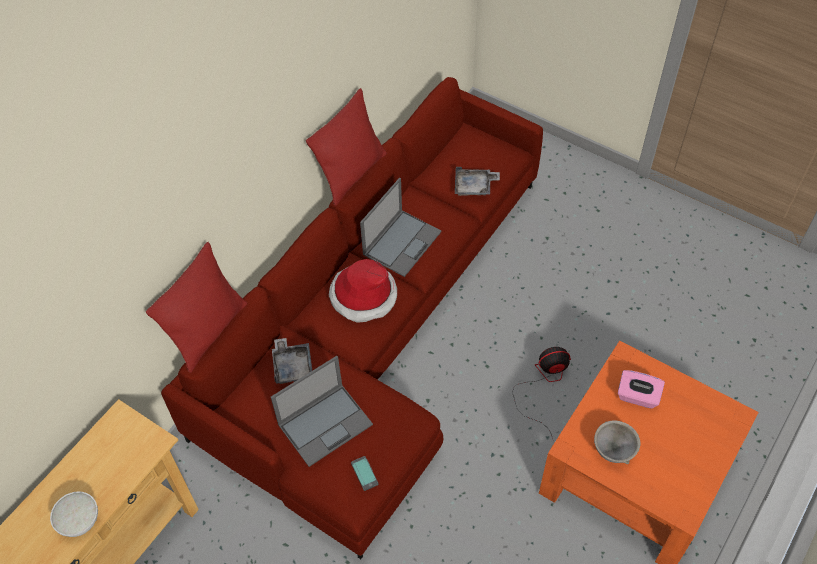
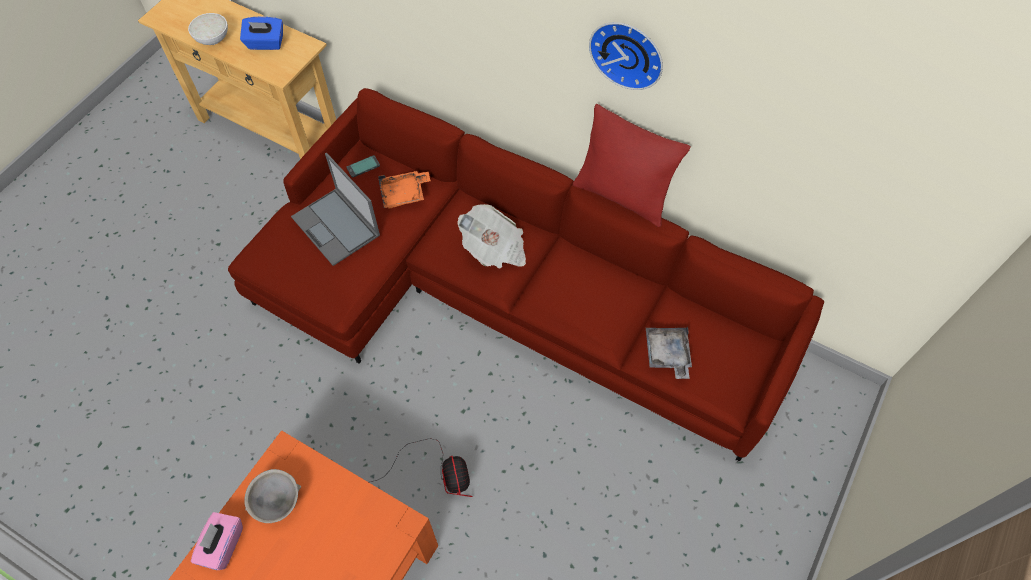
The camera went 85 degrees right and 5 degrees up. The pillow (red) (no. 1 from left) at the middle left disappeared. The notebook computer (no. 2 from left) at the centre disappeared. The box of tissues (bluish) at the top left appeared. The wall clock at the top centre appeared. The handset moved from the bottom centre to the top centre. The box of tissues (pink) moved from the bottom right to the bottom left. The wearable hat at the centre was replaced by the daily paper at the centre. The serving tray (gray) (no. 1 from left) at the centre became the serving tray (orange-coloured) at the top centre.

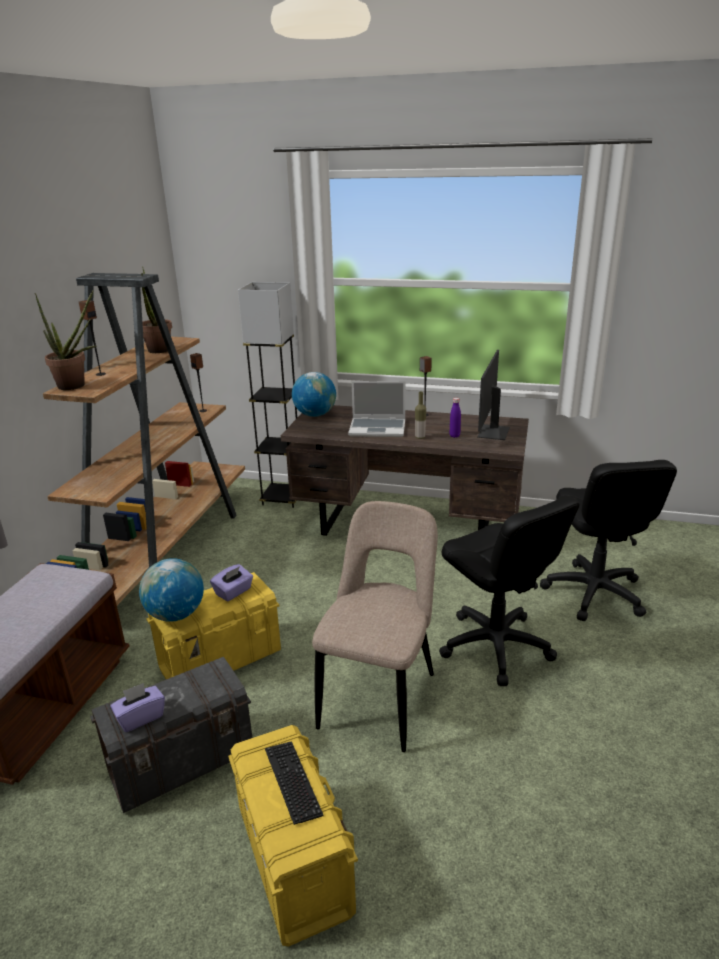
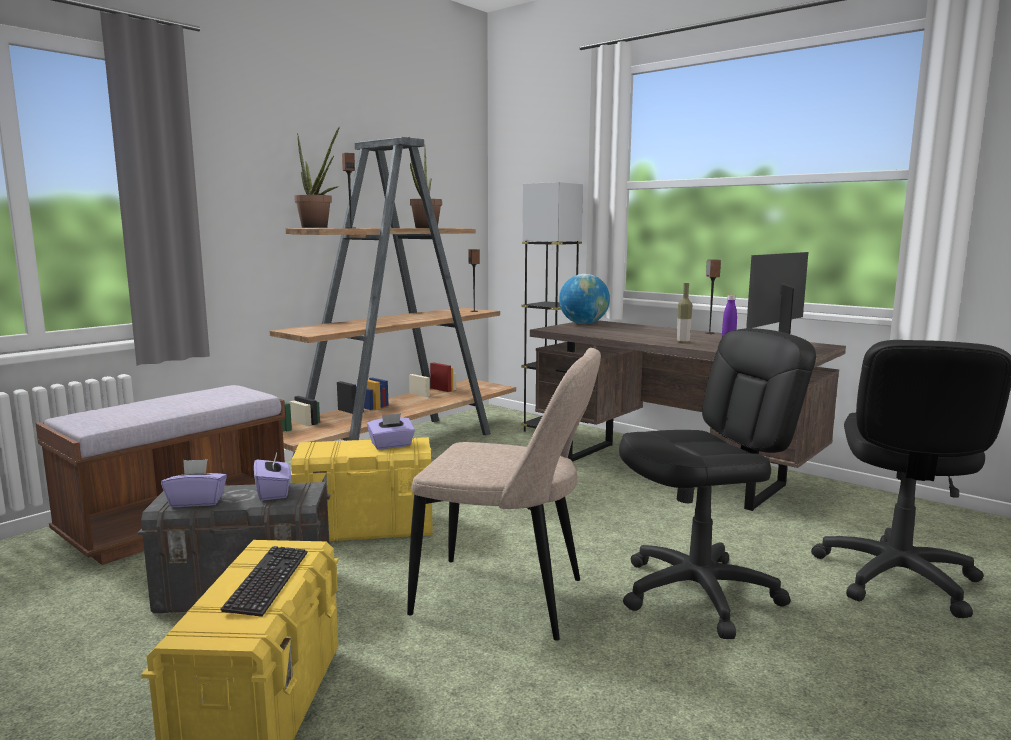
The camera went 25 degrees right and 15 degrees down. The desk globe (no. 1 from left) at the middle left disappeared. The notebook computer at the centre disappeared. The box of tissues (purple) (no. 2 from left) at the middle left appeared. The upright chair (beige-coloured) at the centre turned 60 degrees clockwise. The computer chair (blackish) (no. 1 from left) at the middle right turned 105 degrees counterclockwise.

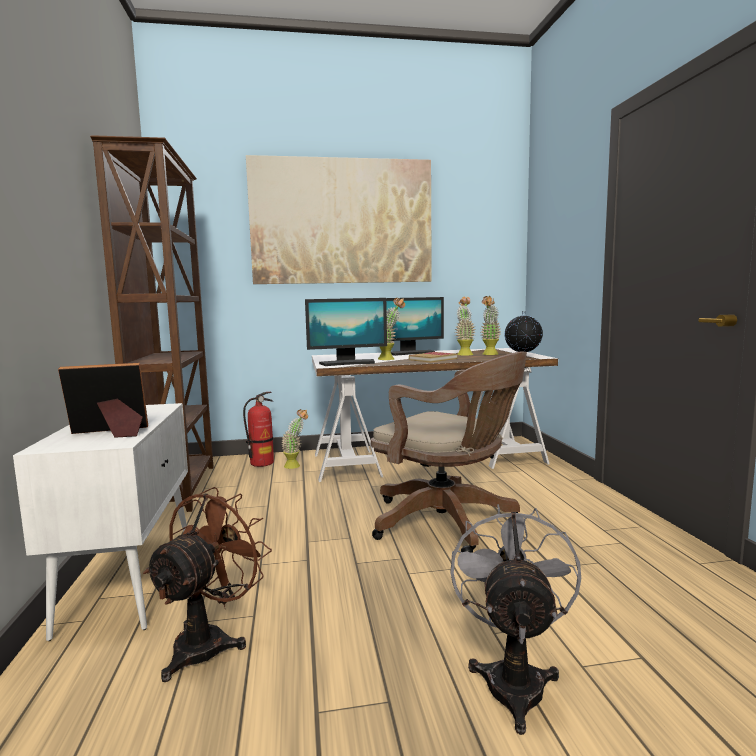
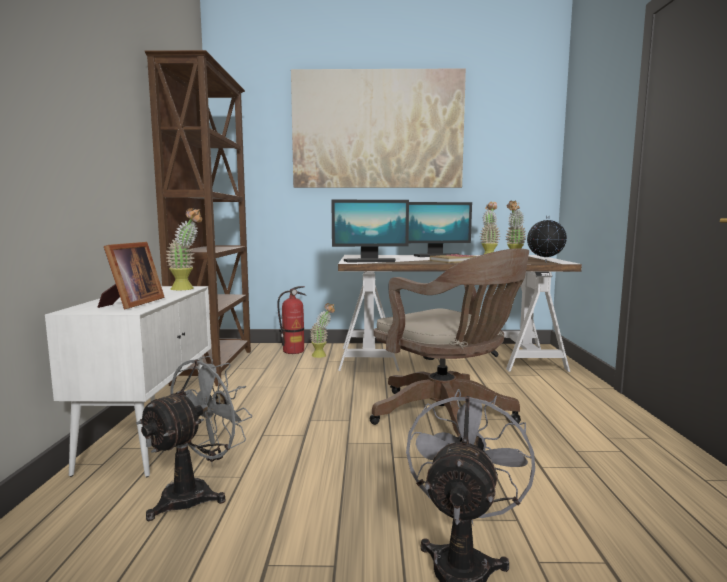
The camera went 10 degrees right and 0 degrees up. The potted plant (no. 2 from left in the first image) moved from the centre to the middle left. The fan (brown) at the bottom left became the fan (gray) (no. 1 from left) at the bottom left. The picture frame at the middle left turned 105 degrees clockwise.

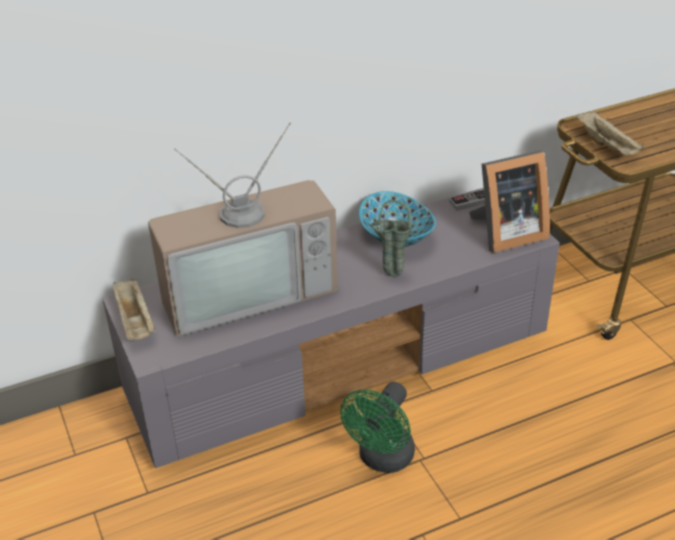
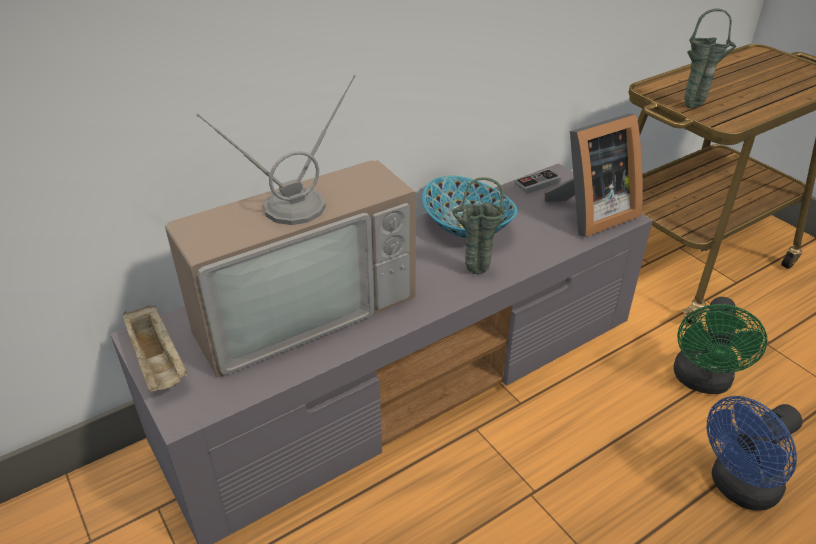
The camera went 10 degrees left and 0 degrees up. The fan (bluish) at the bottom right appeared. The fan (green-coloured) moved from the bottom centre to the middle right. The serving tray (beige-coloured) (no. 2 from left) at the top right was replaced by the vase (green-coloured) (no. 2 from left) at the top right.

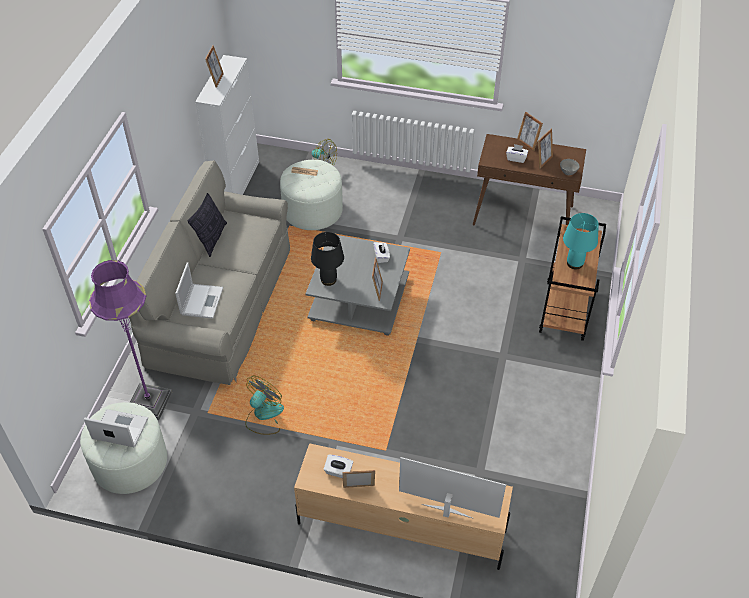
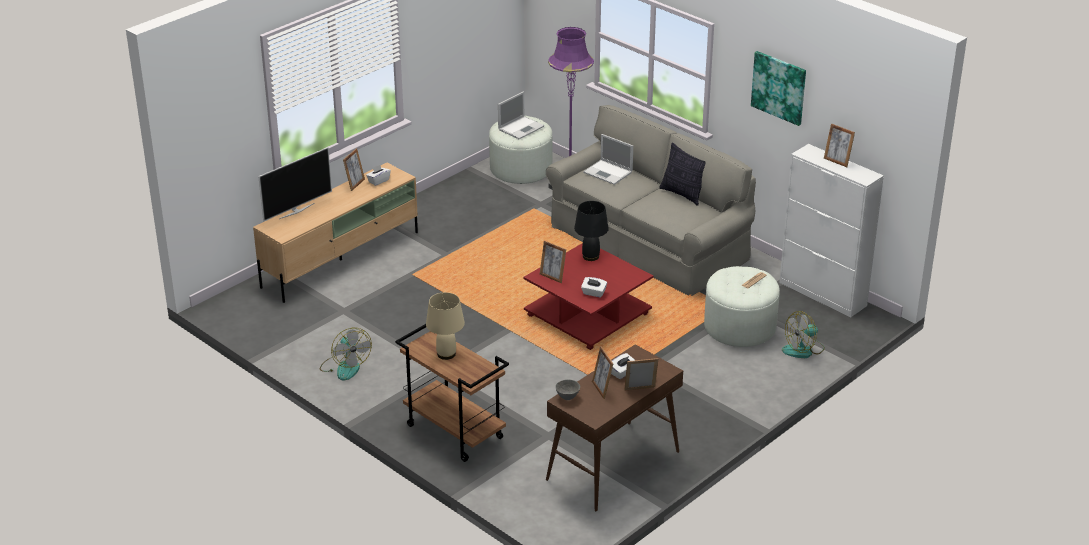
The camera went 120 degrees right and 15 degrees down. The wall picture at the top right appeared. The fan (no. 1 from left) moved from the bottom centre to the middle left. The coffee table (gray) at the centre became the coffee table (red) at the centre. The table lamp (blue-green) at the middle right became the table lamp (beige-coloured) at the centre.

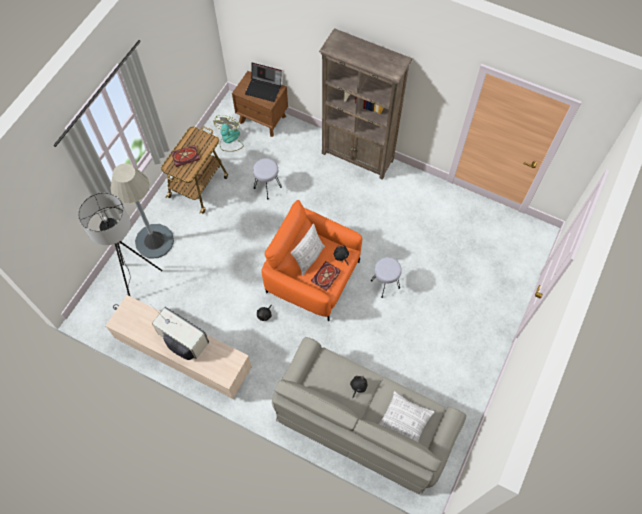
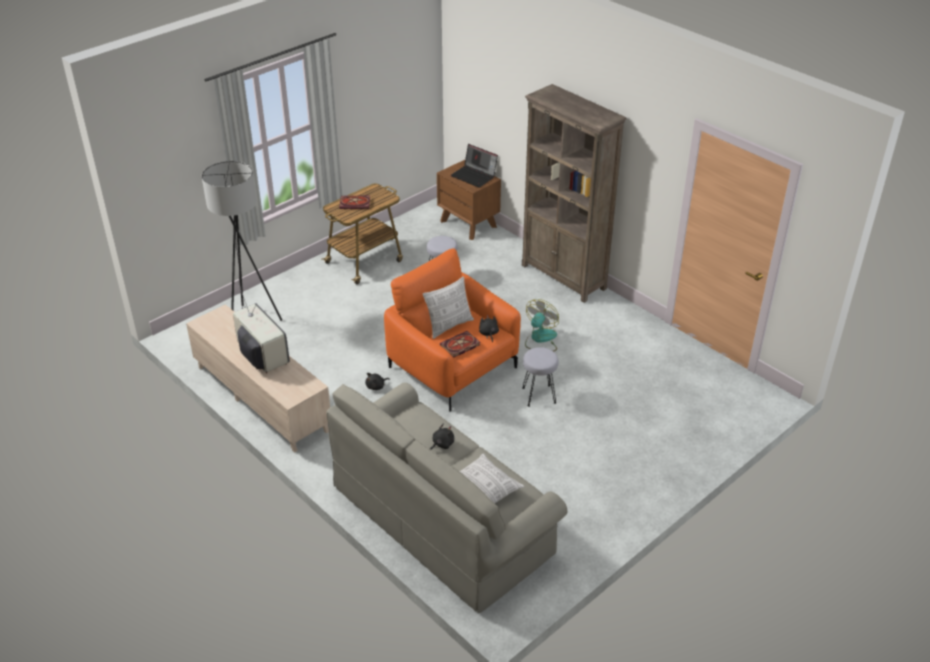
The camera went 20 degrees right and 25 degrees down. The standard lamp (gray) (no. 2 from left) at the middle left disappeared. The fan moved from the top centre to the centre.

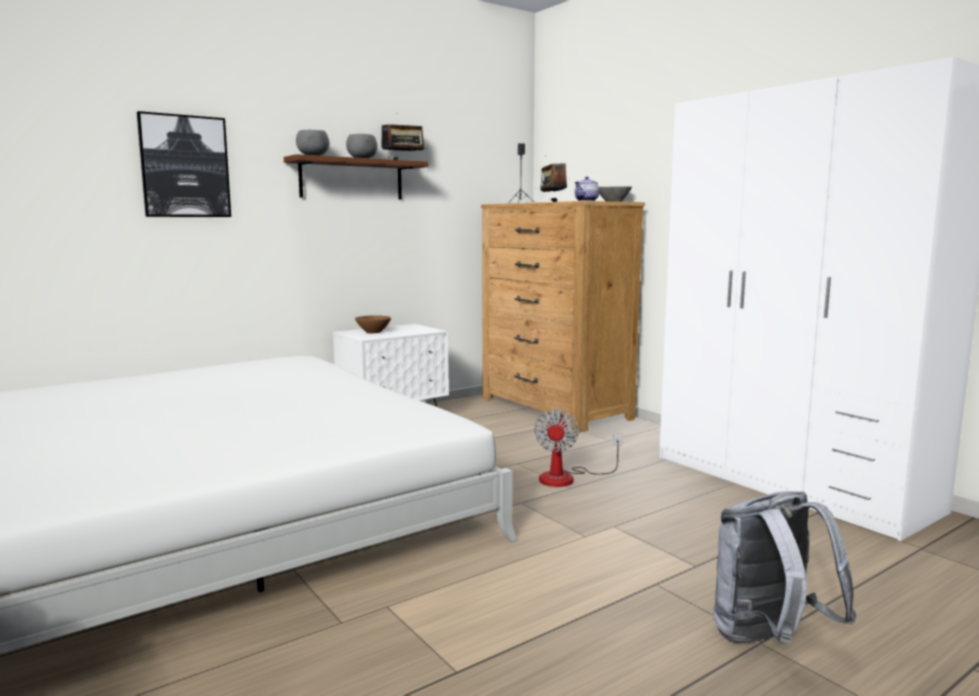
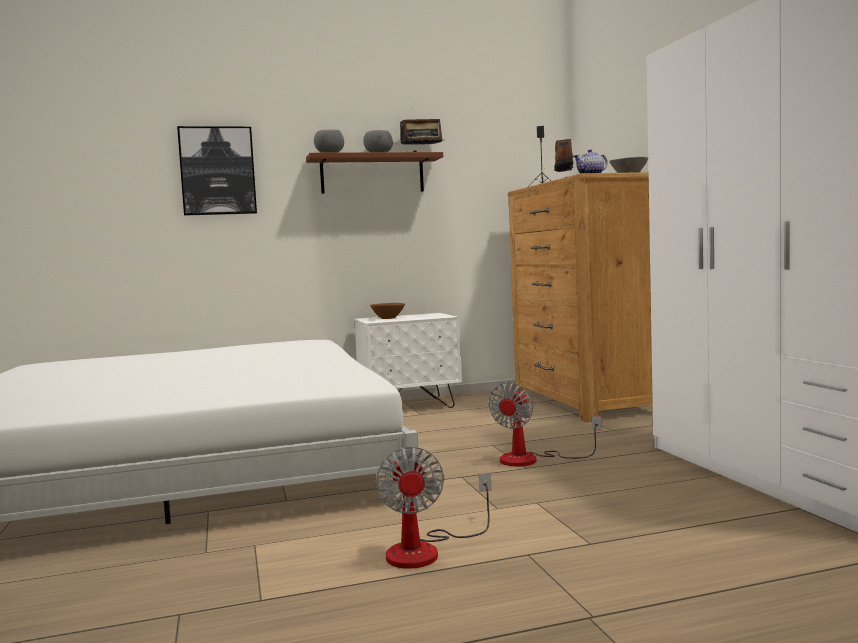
The camera went 20 degrees right and 5 degrees down. The rucksack (gray) at the bottom right disappeared. The fan (no. 1 from left) at the bottom centre appeared.

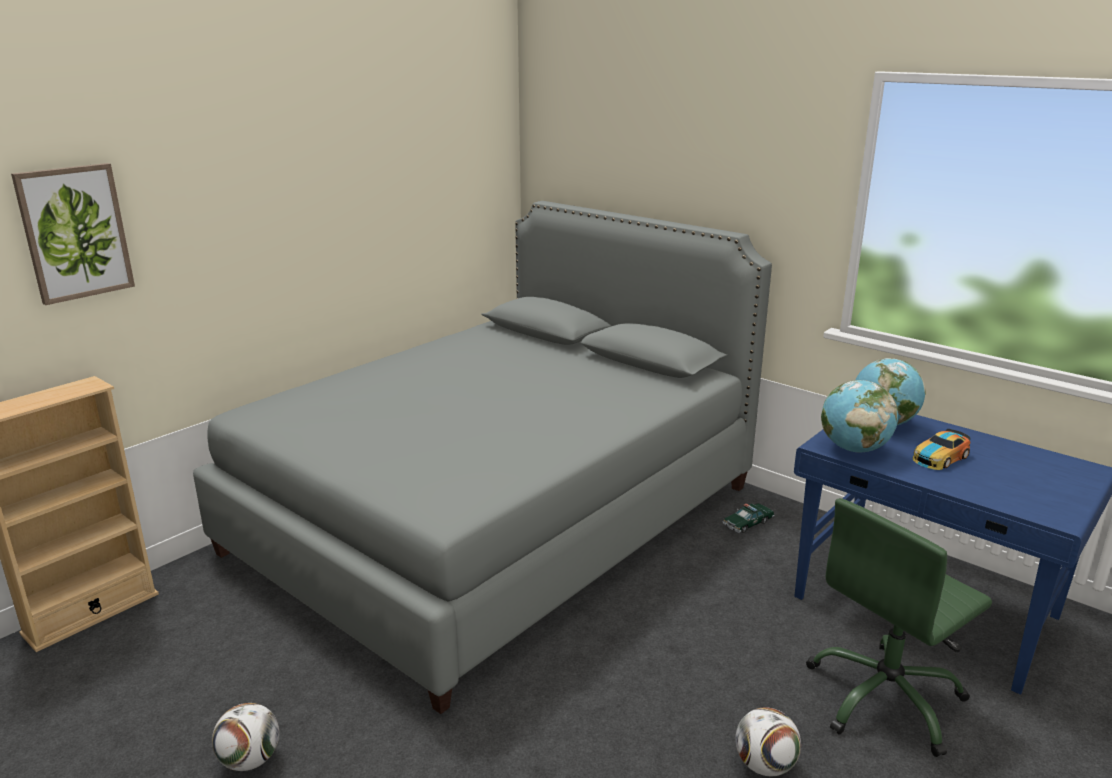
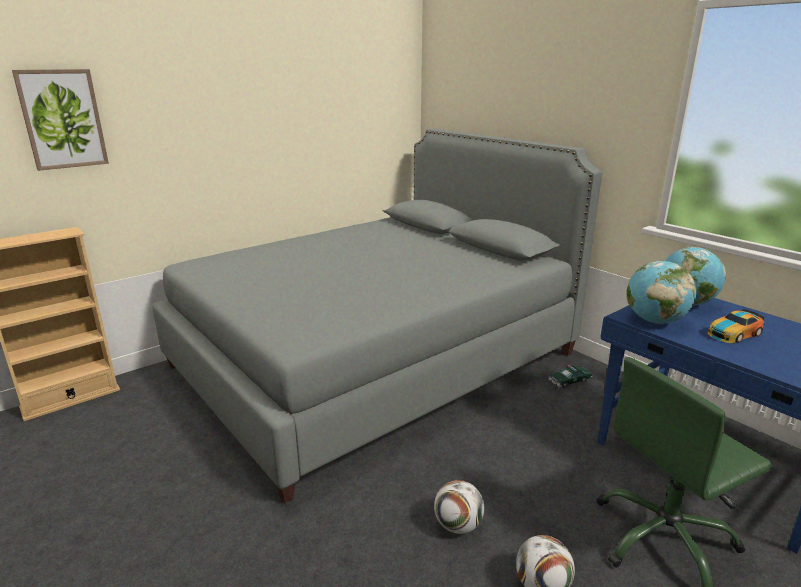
The camera went 10 degrees right and 0 degrees up. The ball for football (no. 1 from left) moved from the bottom left to the bottom centre.

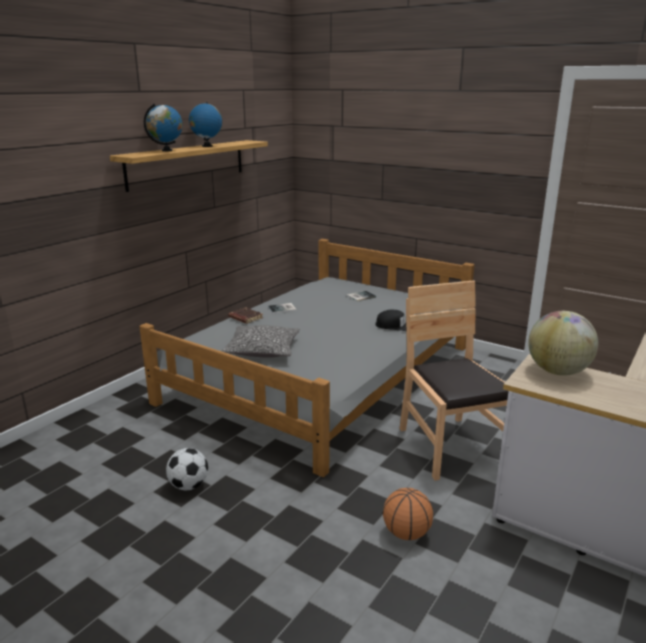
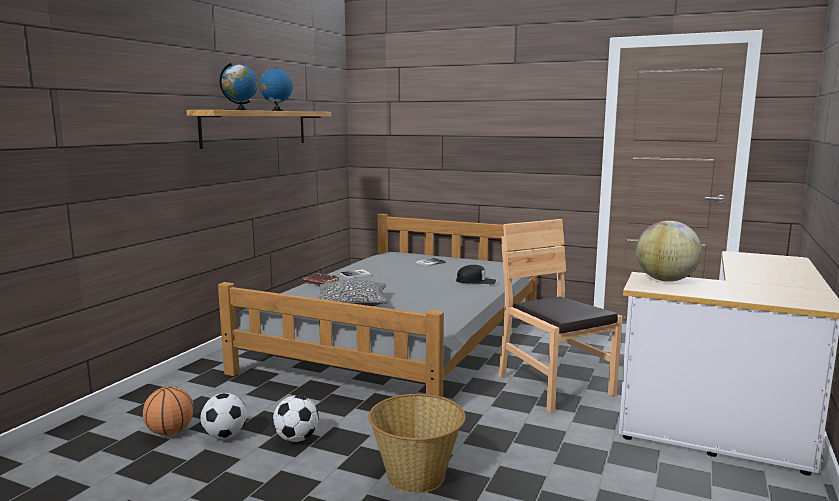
The camera went 10 degrees left and 10 degrees down. The ball for football (no. 1 from left) at the bottom left appeared. The household basket at the bottom centre appeared. The basketball ball moved from the bottom centre to the bottom left.

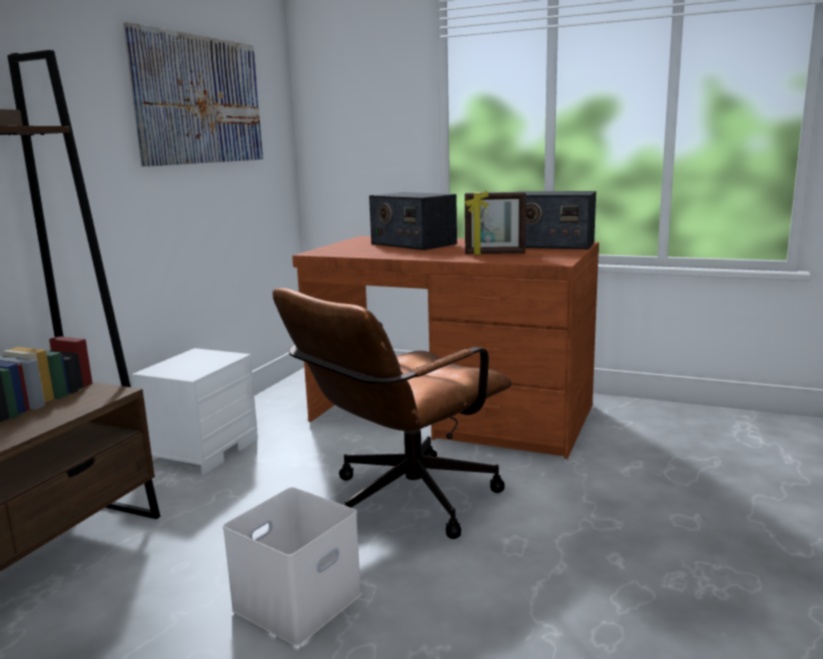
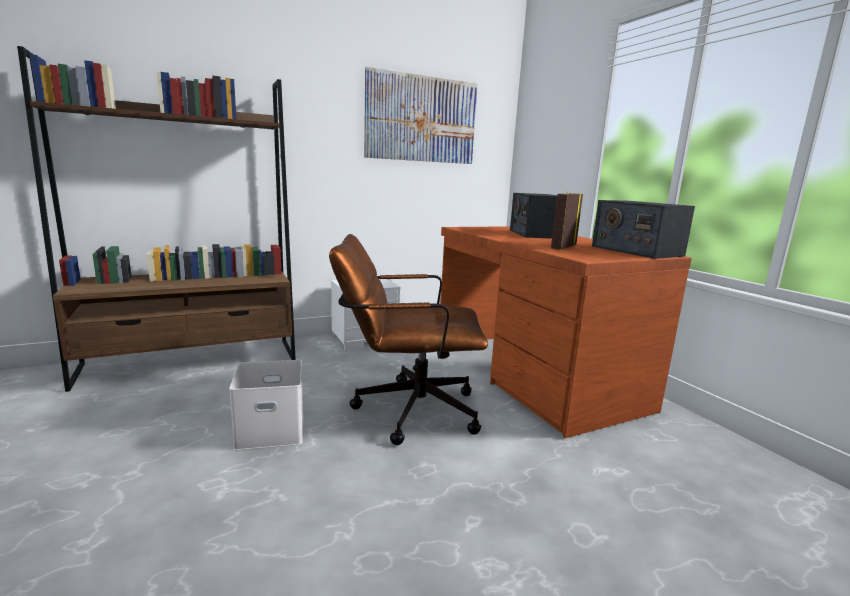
The camera went 40 degrees right and 0 degrees up. The picture frame at the centre turned 75 degrees clockwise.

